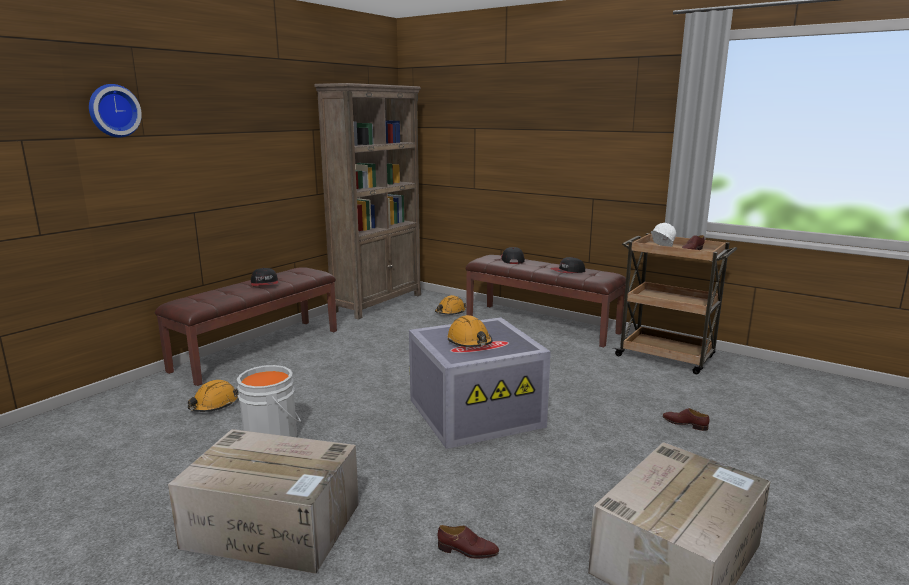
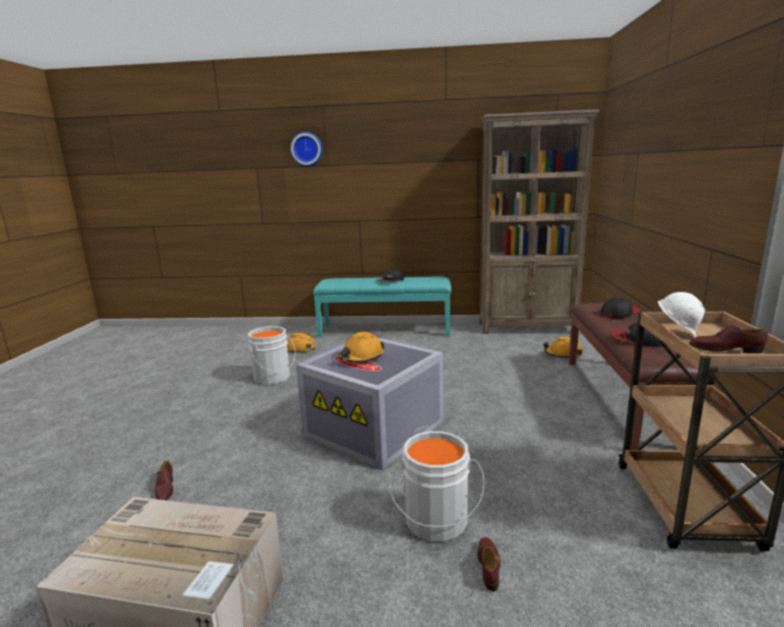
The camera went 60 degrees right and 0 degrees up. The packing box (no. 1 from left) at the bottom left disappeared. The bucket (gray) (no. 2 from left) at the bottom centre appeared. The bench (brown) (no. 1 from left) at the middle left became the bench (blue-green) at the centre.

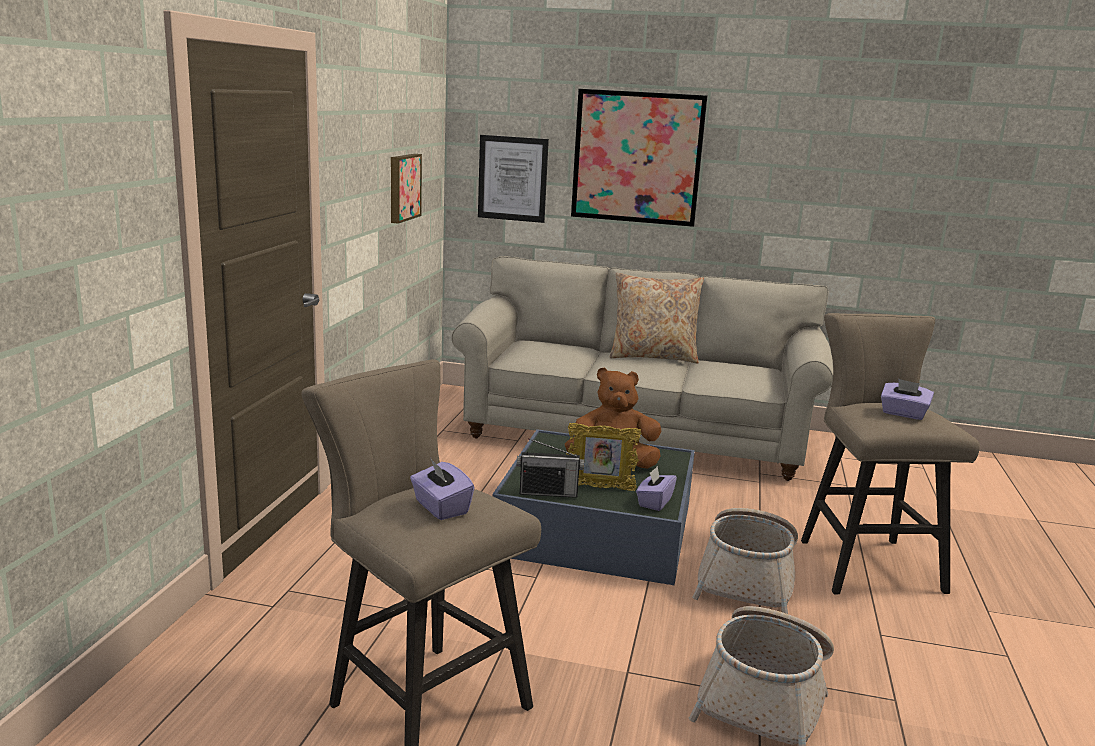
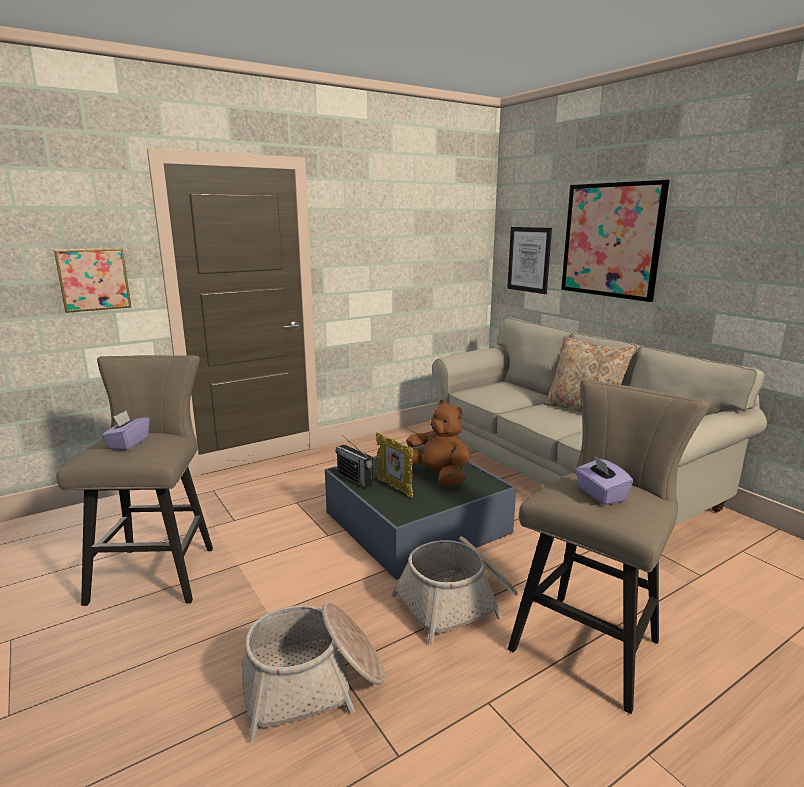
The camera went 45 degrees right and 0 degrees up. The box of tissues (purple) (no. 2 from left) at the centre disappeared. The wall picture (no. 1 from left) moved from the top centre to the middle left.

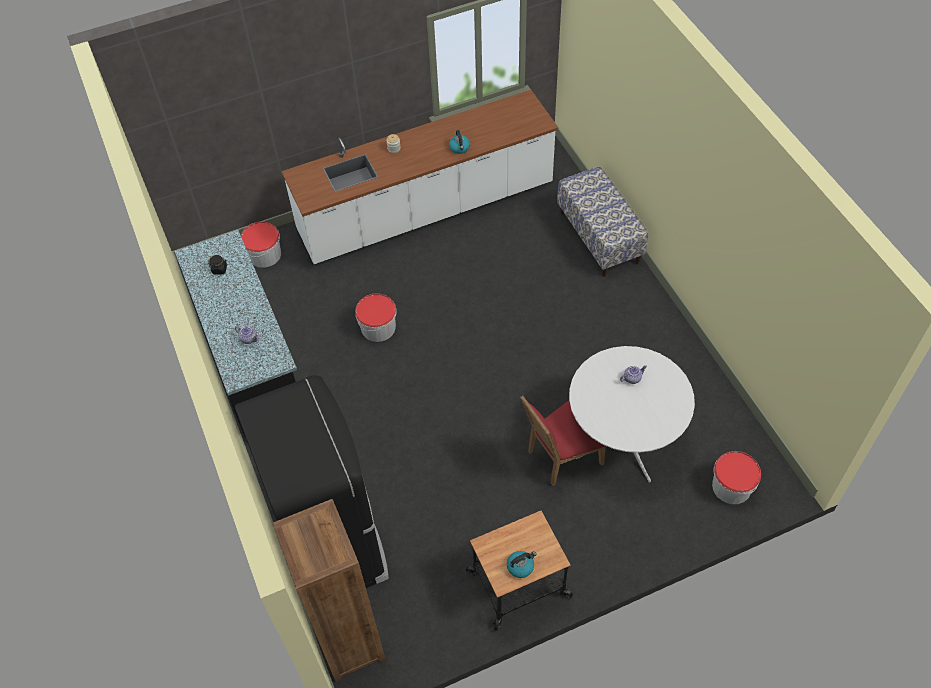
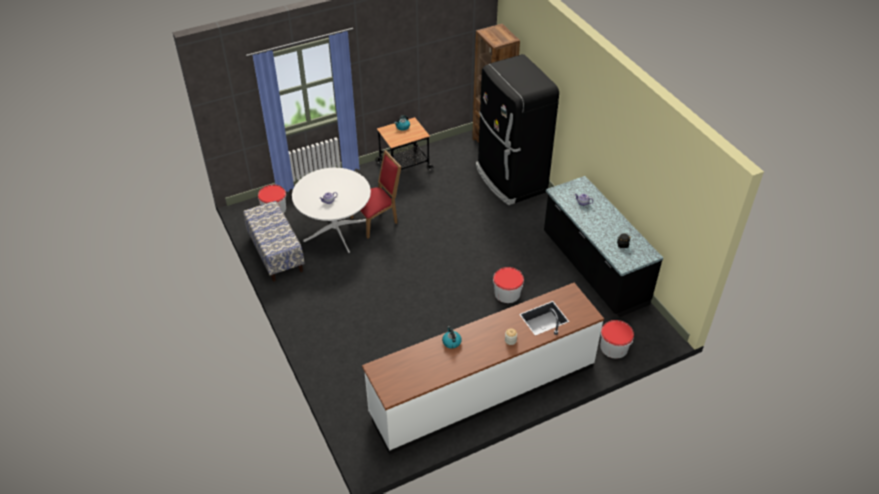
The camera went 175 degrees right and 10 degrees down. The bench moved from the top centre to the middle left.

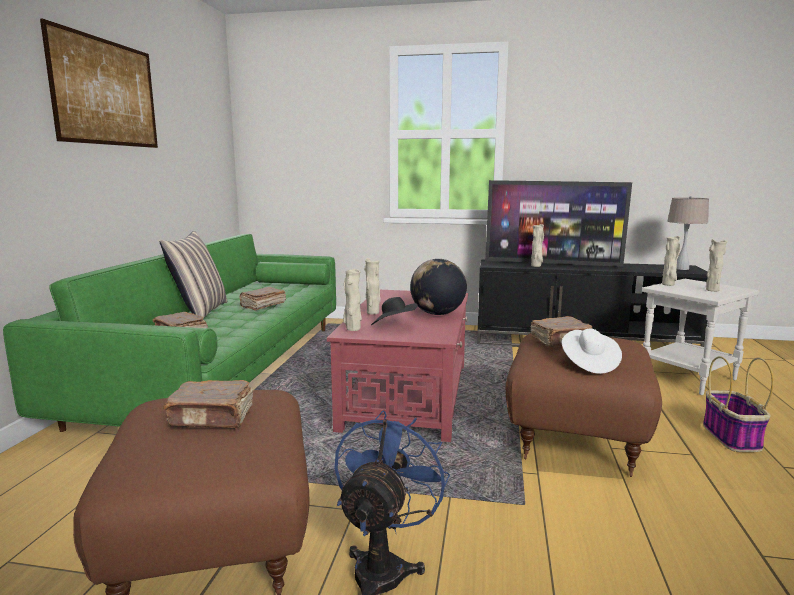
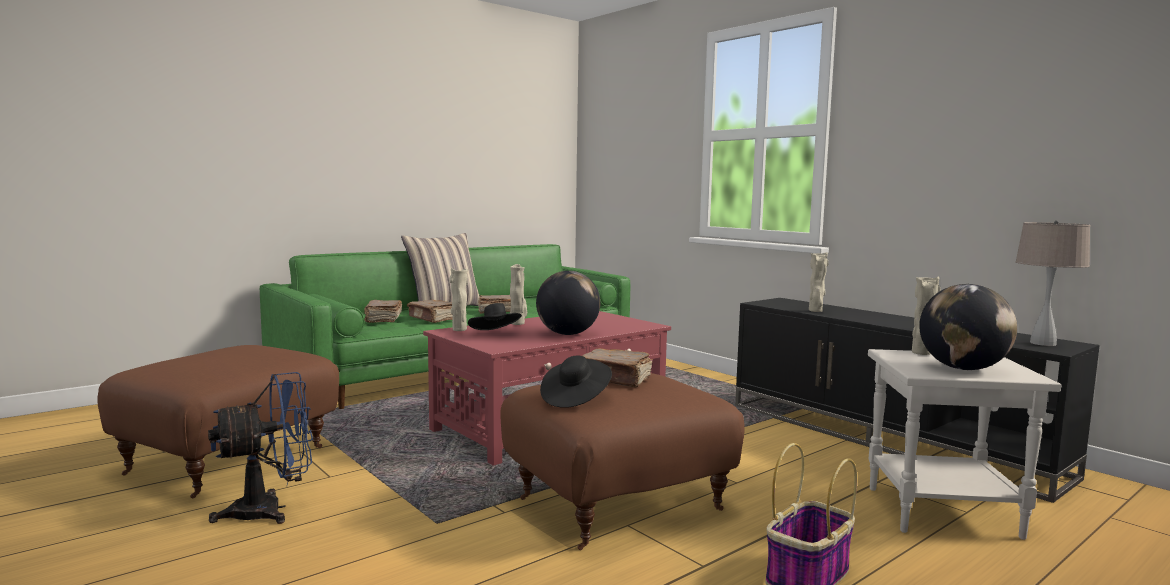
The camera went 40 degrees right and 5 degrees down. The wall picture at the top left disappeared. The TV set at the middle right disappeared. The bound book (brown) (no. 2 from left) moved from the bottom left to the centre. The vase (beige-coloured) (no. 5 from left) at the middle right was replaced by the desk globe (no. 2 from left) at the middle right. The wearable hat (white-coloured) at the middle right became the wearable hat (blackish) (no. 2 from left) at the centre.

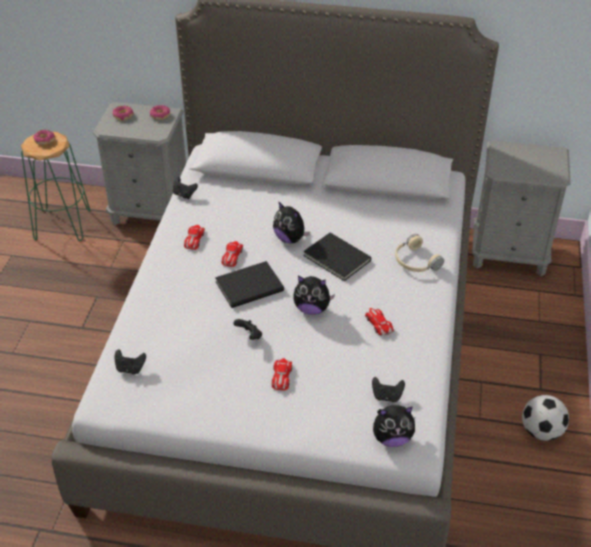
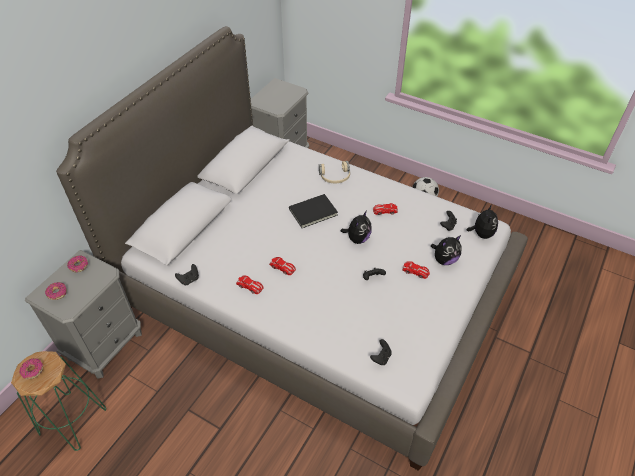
The camera went 70 degrees left and 5 degrees up. The bound book (blackish) (no. 1 from left) at the centre disappeared. The cuddly toy (no. 1 from left in the first image) moved from the centre to the middle right.

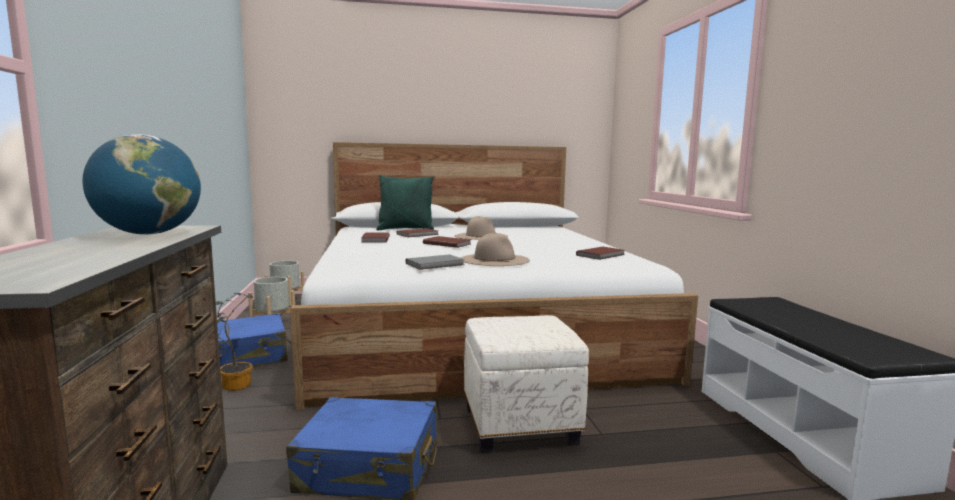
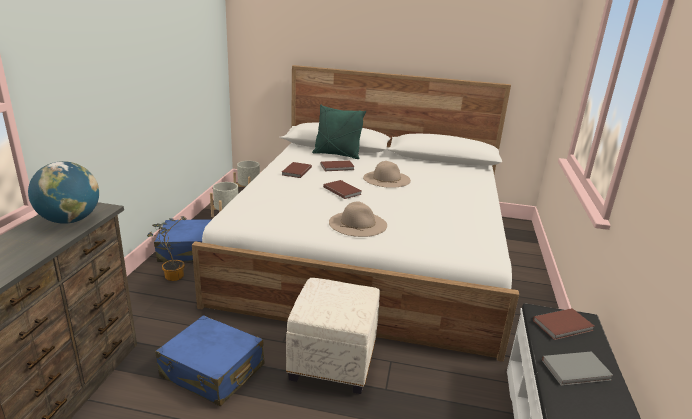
The camera went 20 degrees right and 15 degrees up. The bound book (gray) moved from the centre to the bottom right. The bound book (brown) (no. 4 from left) moved from the centre to the bottom right.

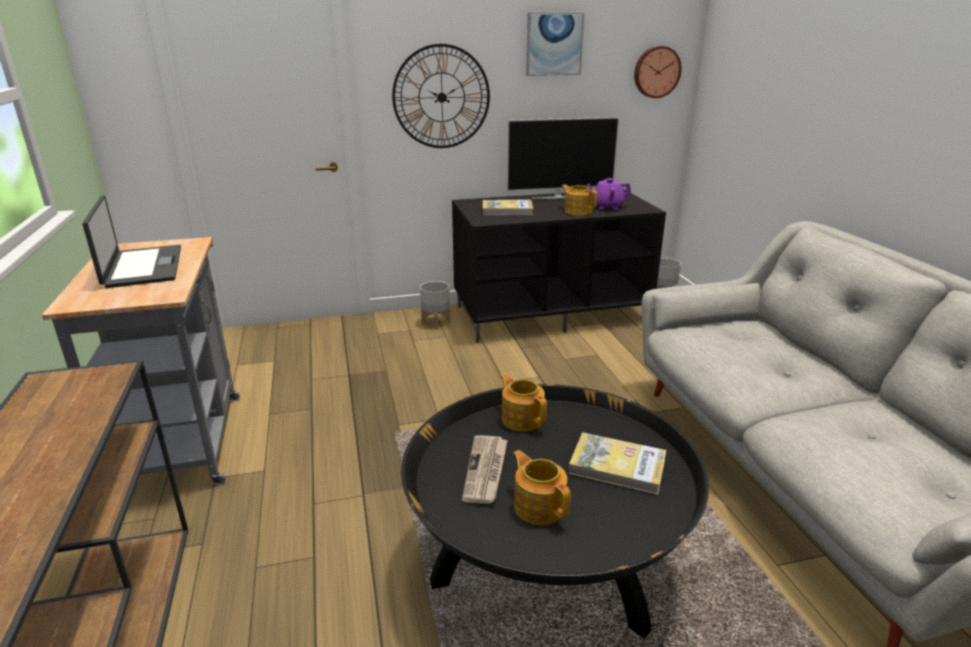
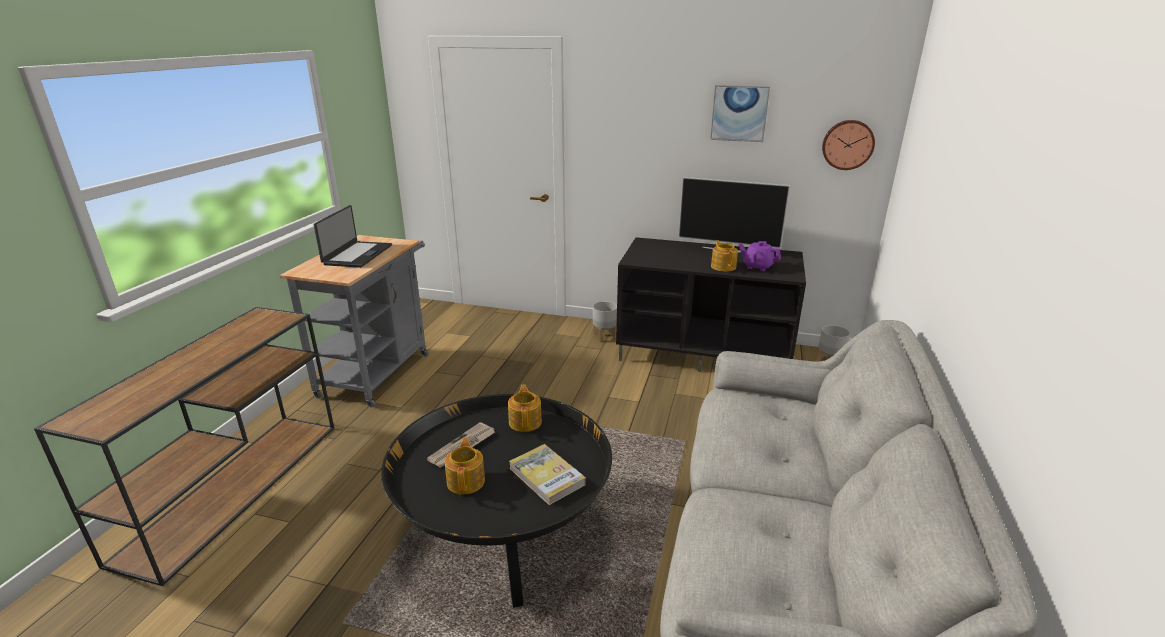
The camera went 30 degrees right and 0 degrees up. The wall clock (no. 1 from left) at the top centre disappeared. The bound book (no. 1 from left) at the top centre disappeared.

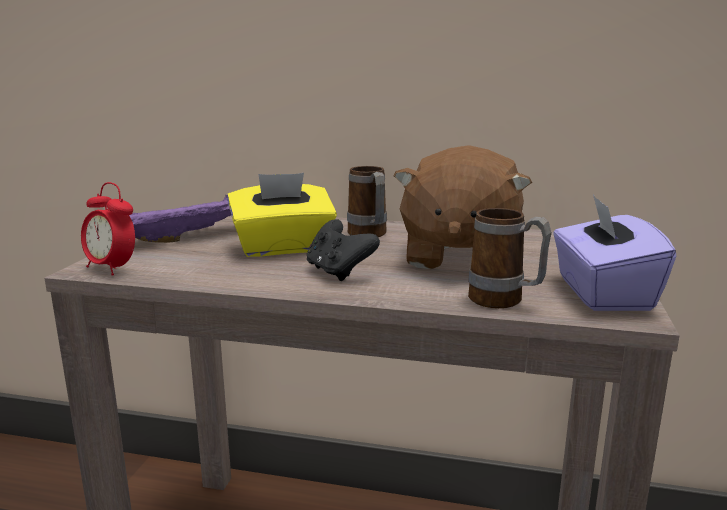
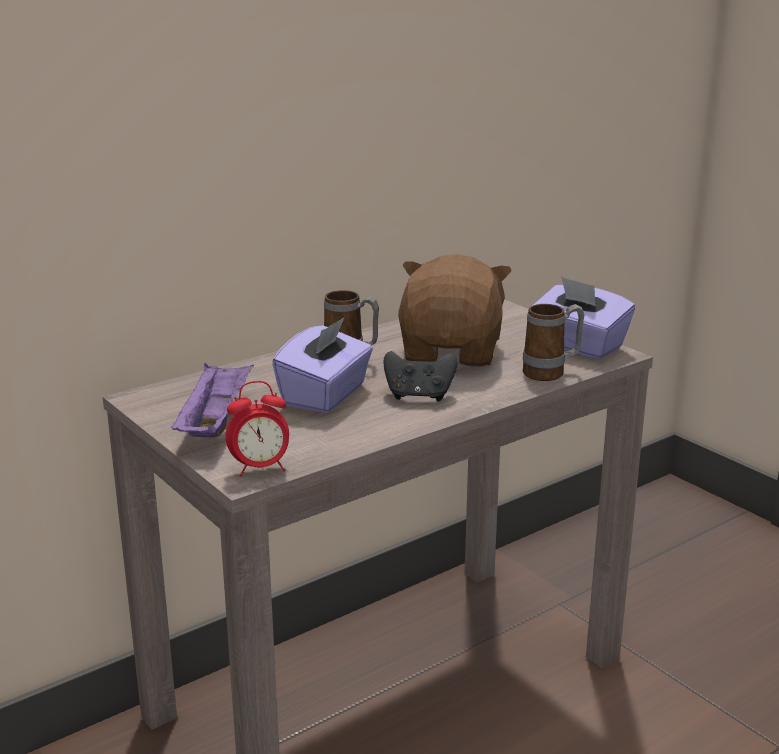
The camera went 50 degrees left and 5 degrees up. The box of tissues (yellow) at the centre became the box of tissues (purple) (no. 1 from left) at the centre. The cuddly toy (brown) at the centre turned 135 degrees counterclockwise.

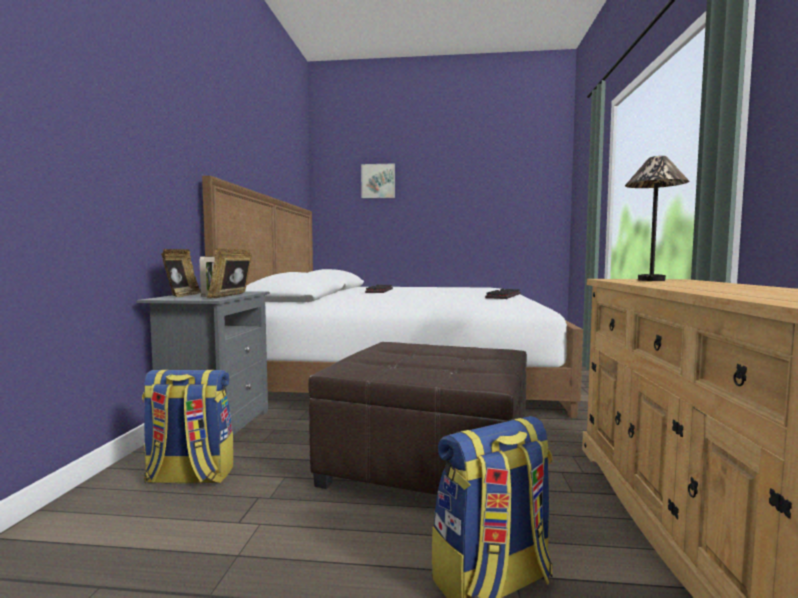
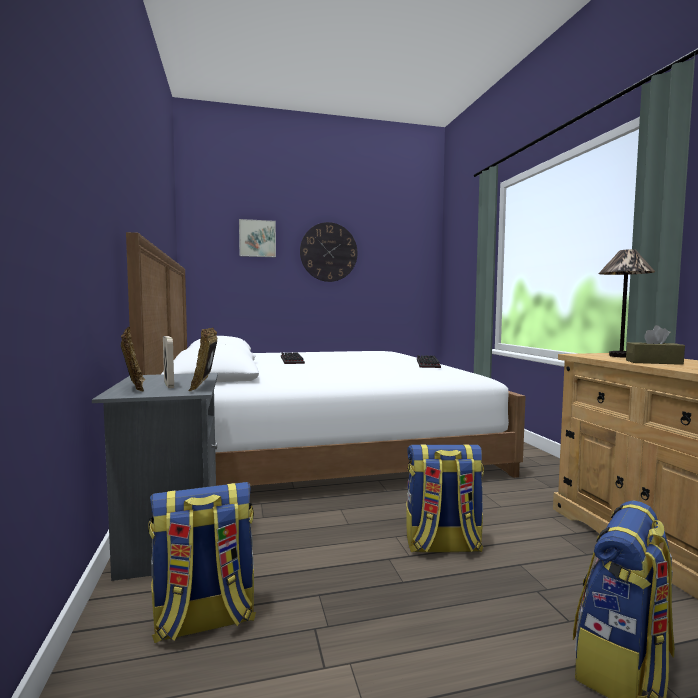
The camera went 20 degrees left and 0 degrees up. The wall clock at the centre appeared. The box of tissues (brown) at the middle right appeared. The ottoman (brown) at the bottom centre was replaced by the rucksack (no. 2 from left) at the bottom centre.

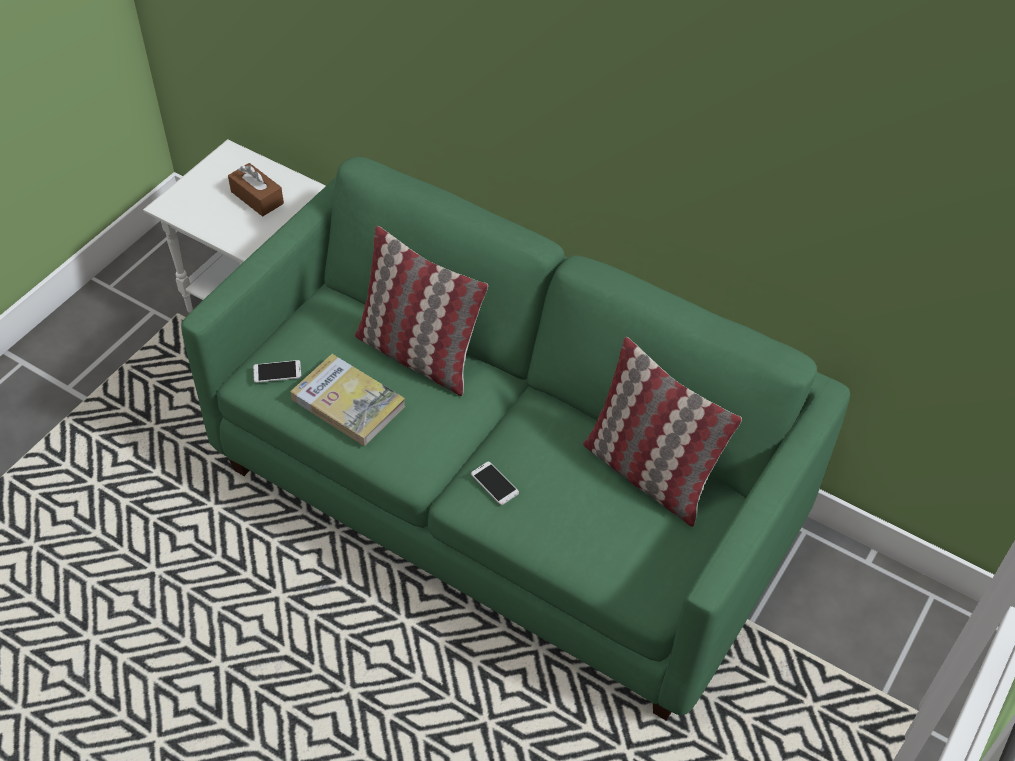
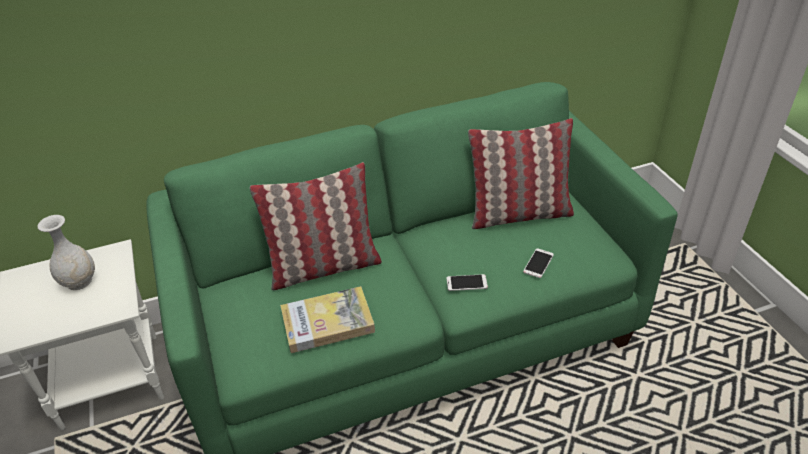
The camera went 50 degrees left and 10 degrees down. The handset (no. 1 from left in the first image) moved from the middle left to the centre. The box of tissues (brown) at the top left was replaced by the vase (white-coloured) at the middle left.

